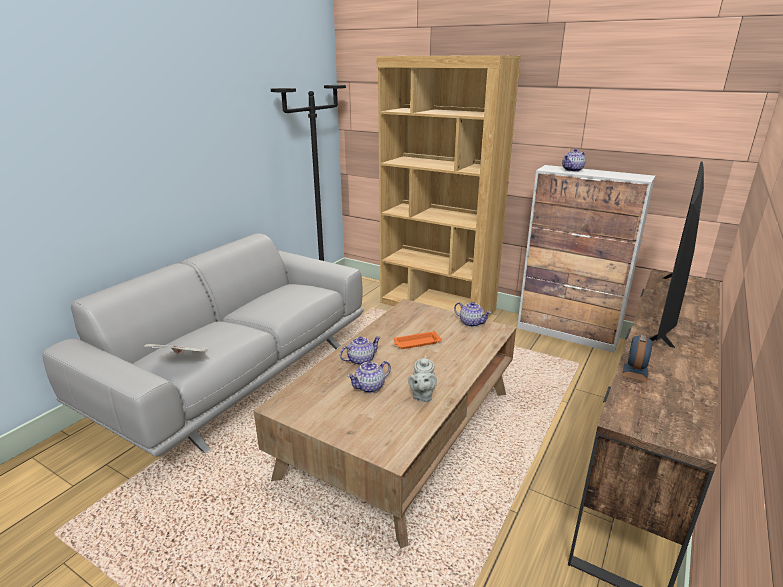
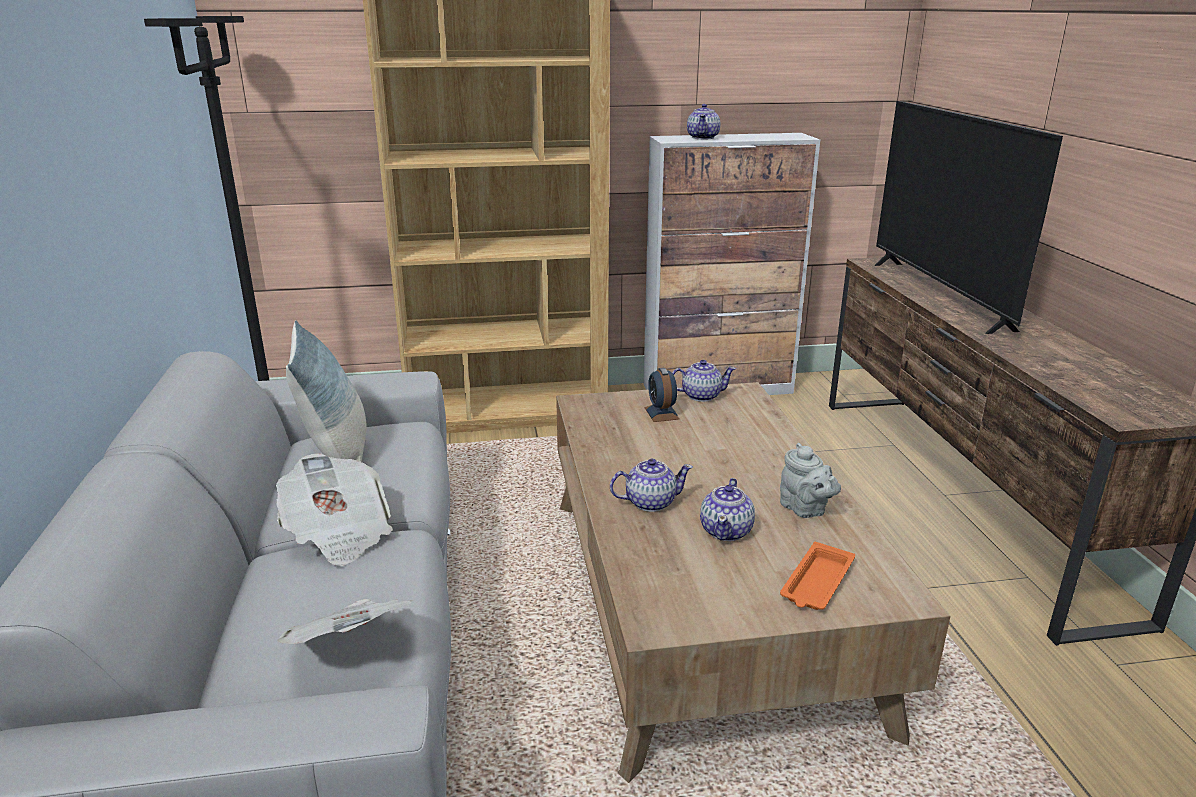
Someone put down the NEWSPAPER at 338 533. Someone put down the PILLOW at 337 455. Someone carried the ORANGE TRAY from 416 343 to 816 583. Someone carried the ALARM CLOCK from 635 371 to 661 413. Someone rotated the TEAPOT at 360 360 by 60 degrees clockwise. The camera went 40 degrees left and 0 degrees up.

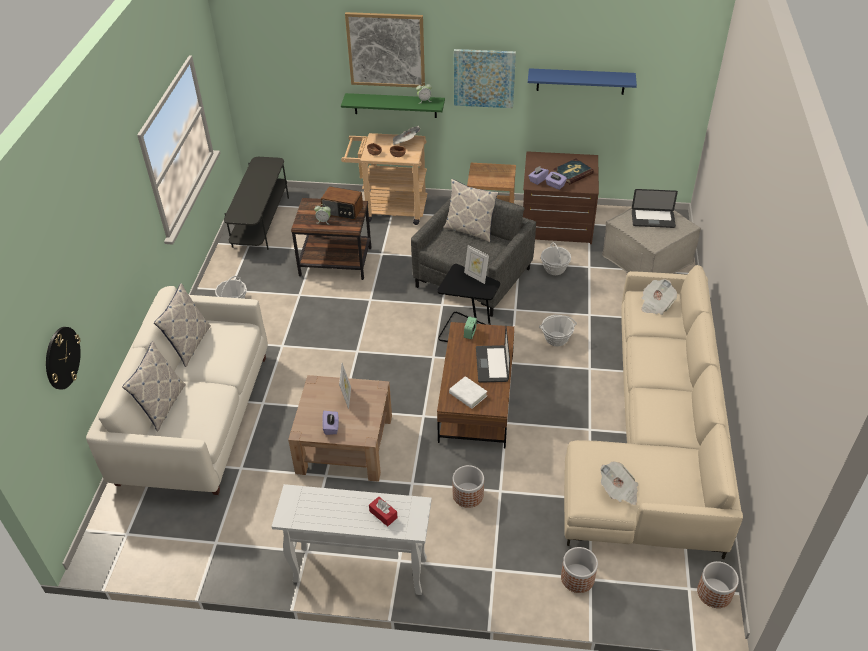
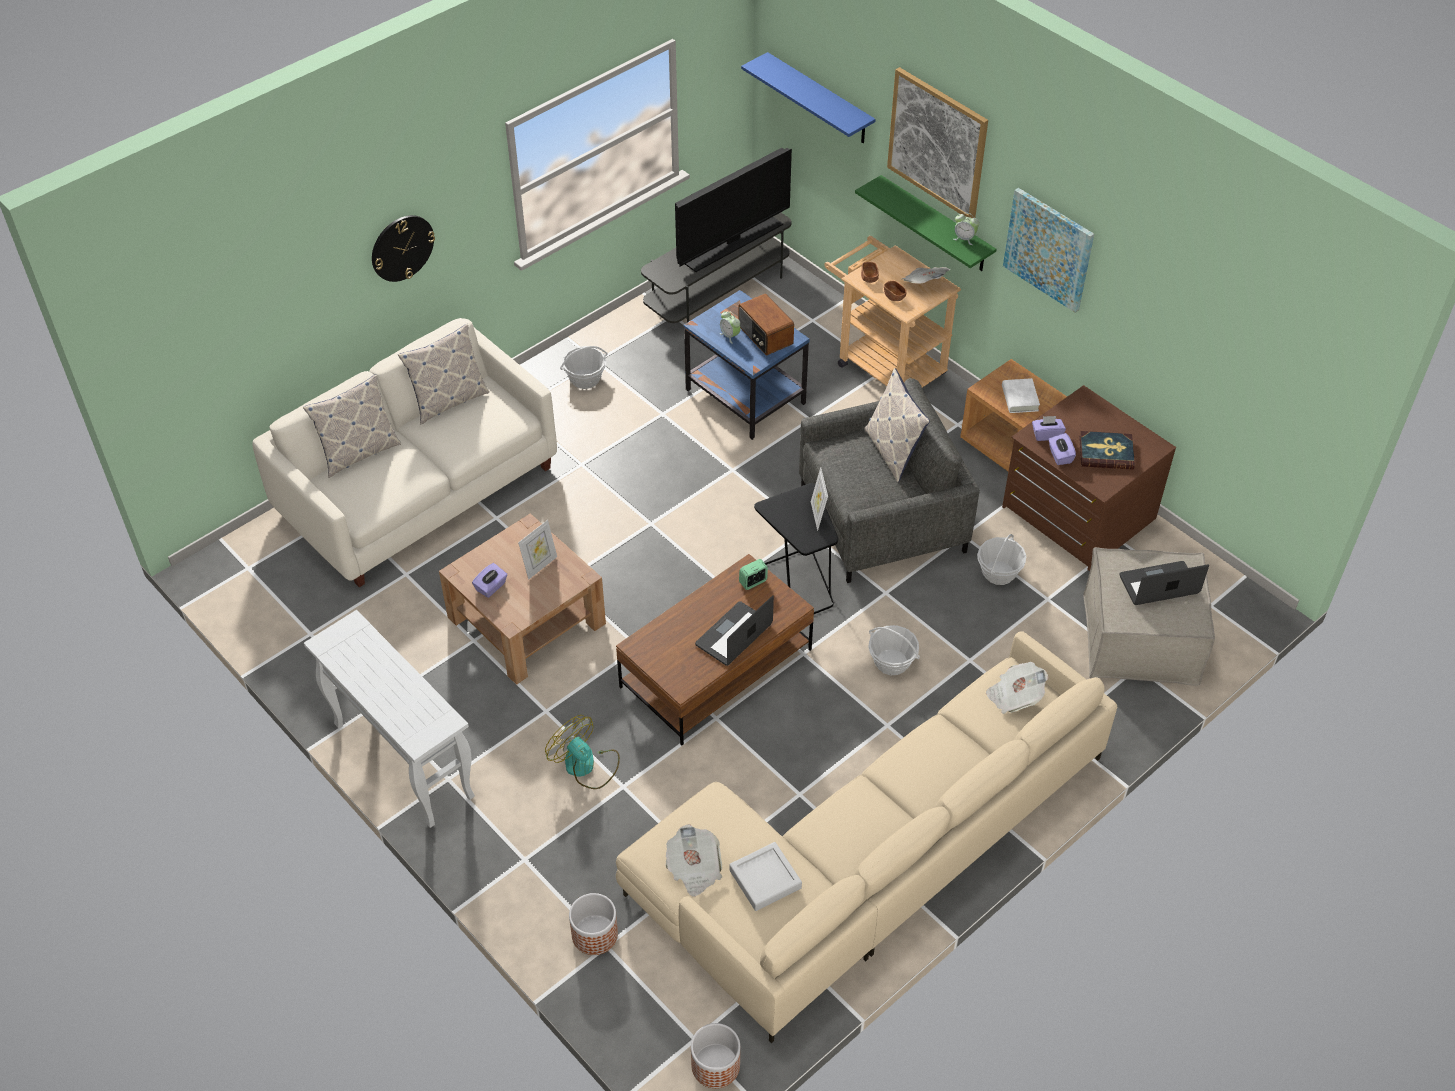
Someone took away the RED TISSUE BOX at 383 514. Someone put down the TELEVISION at 733 243. Someone put down the GREY TRAY at 765 879. Someone carried the WALL CLOCK from 62 358 to 402 248. Someone carried the WHITE BOOK from 468 395 to 1020 399. Someone carried the BLUE SHELF from 580 81 to 819 99. Someone swapped the PLANTER at 468 495 for the FAN at 586 766. Someone repainted the BROWN SIDE TABLE at 336 261, which became the BLUE SIDE TABLE at 746 397. Someone rotated the LAPTOP at 653 219 by 120 degrees clockwise. The camera went 40 degrees right and 5 degrees up.

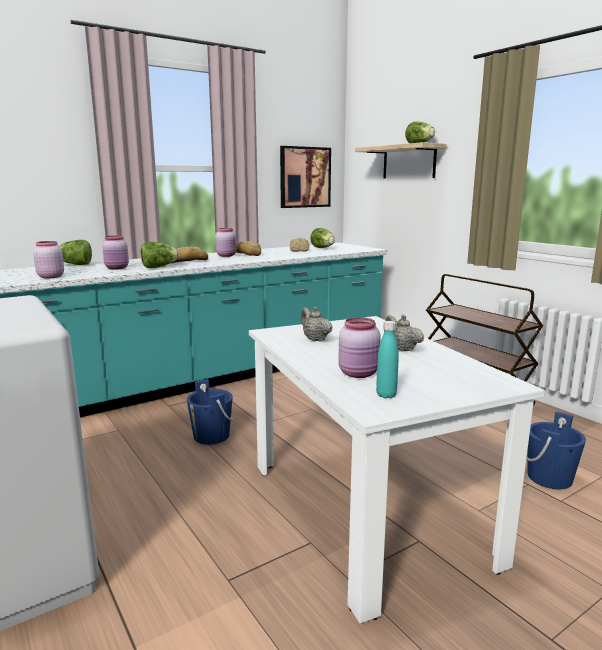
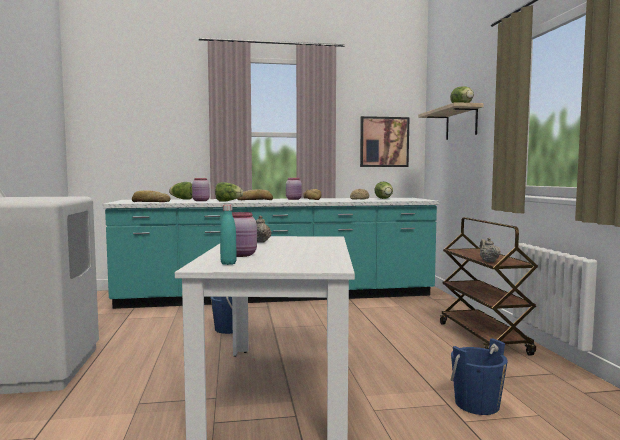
Someone carried the BEIGE TEAPOT from 401 349 to 488 261. Someone swapped the PINK JAR at 50 277 for the BREAD at 150 202. The camera went 25 degrees right and 10 degrees down.

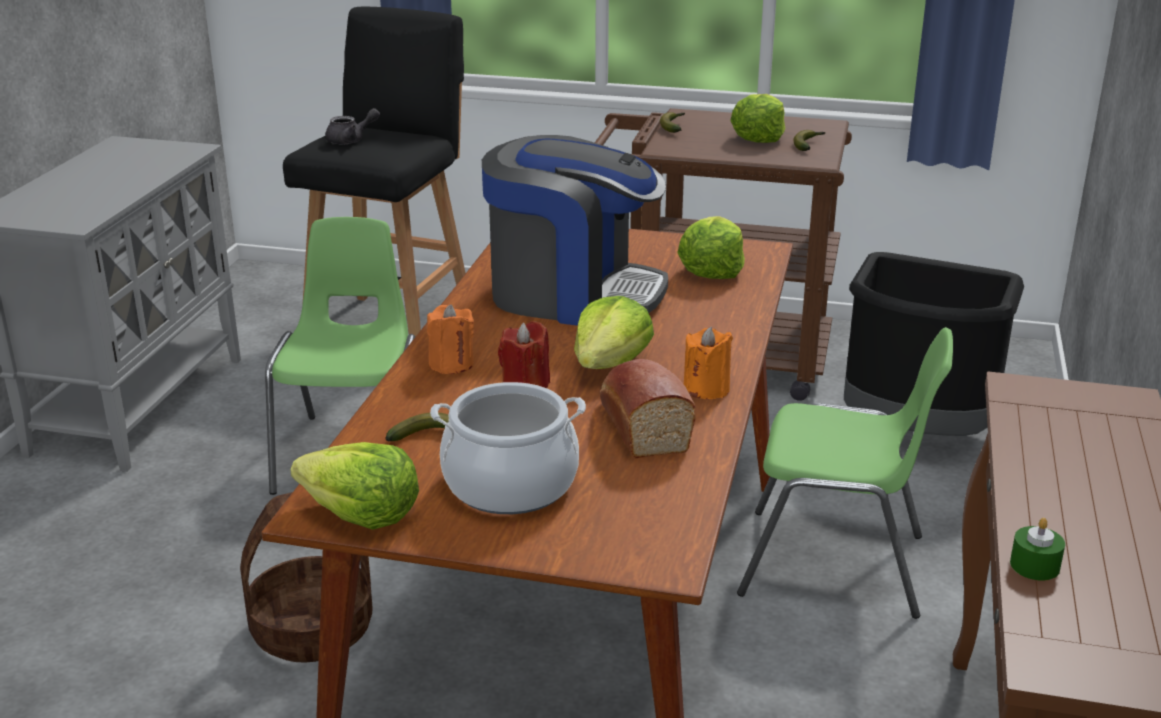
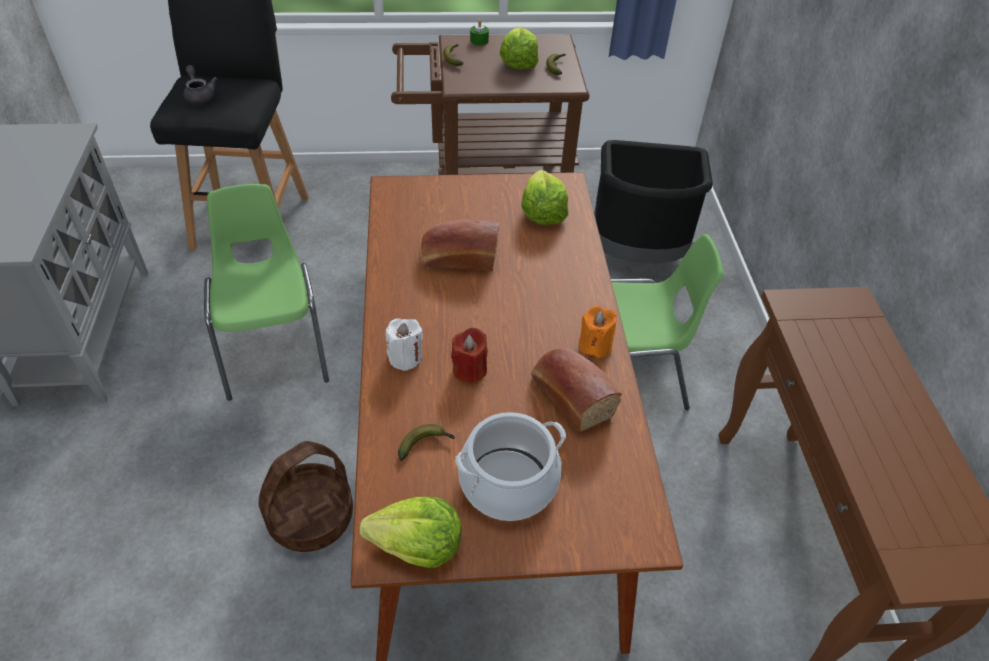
Someone took away the LETTUCE at 610 363. Someone carried the GREEN CANDLE from 1034 566 to 479 41. Someone swapped the COFFEE MACHINE at 573 294 for the BREAD at 457 258. Someone repainted the ORANGE CANDLE at 451 364, which became the WHITE CANDLE at 405 357. Someone rotated the GREY TEAPOT at 351 140 by 75 degrees counterclockwise. The camera went 20 degrees left and 20 degrees up.

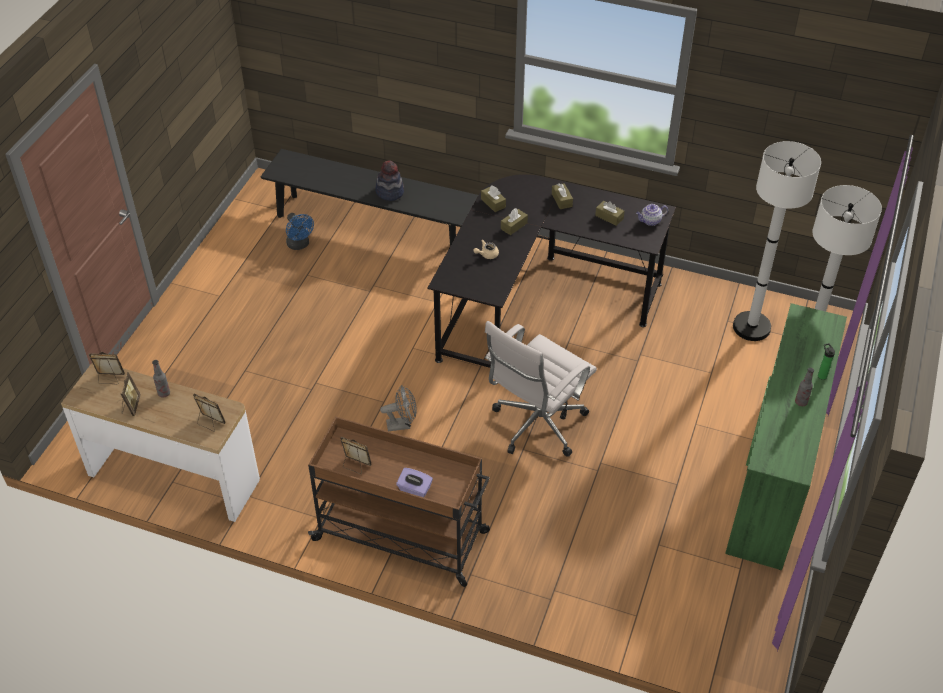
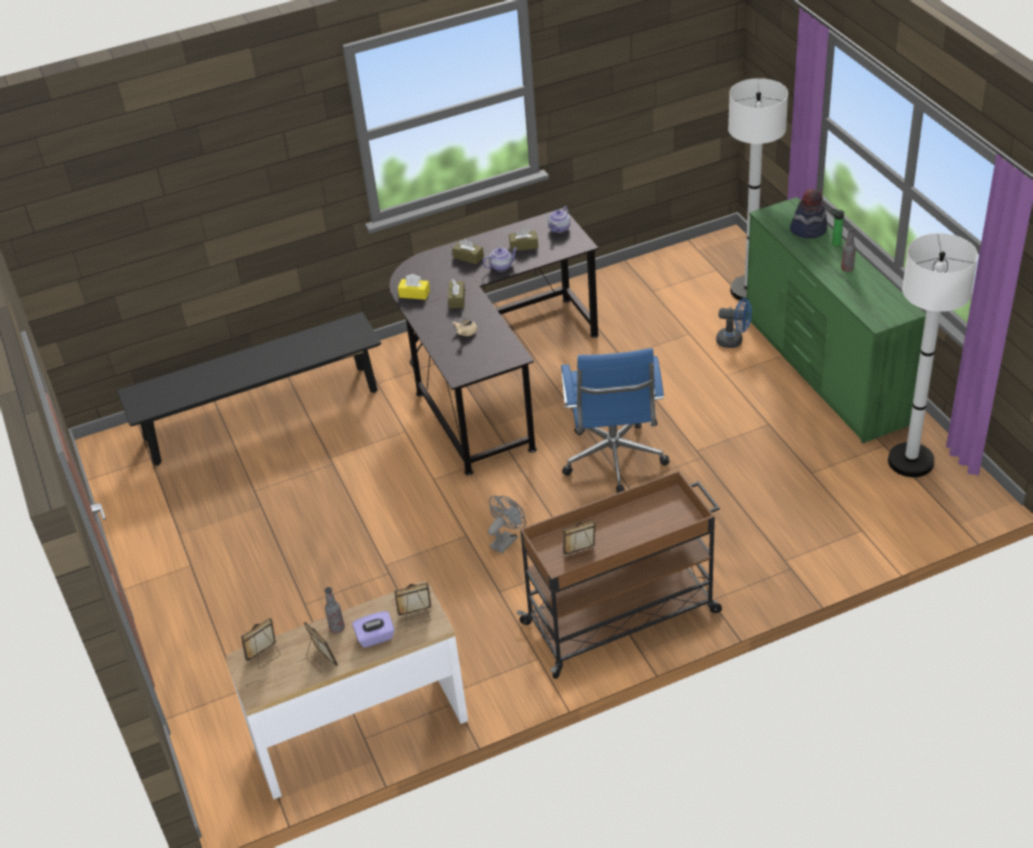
Someone put down the TEAPOT at 501 266. Someone carried the BLUE FAN from 300 245 to 734 341. Someone carried the HAT from 390 192 to 808 229. Someone carried the PURPLE TISSUE BOX from 414 489 to 375 637. Someone carried the WHITE FLOOR LAMP from 751 327 to 910 461. Someone repainted the BROWN TISSUE BOX at 493 203, which became the YELLOW TISSUE BOX at 414 294. Someone repainted the WHITE OFFICE CHAIR at 536 426, which became the BLUE OFFICE CHAIR at 614 462. The camera went 40 degrees left and 5 degrees down.

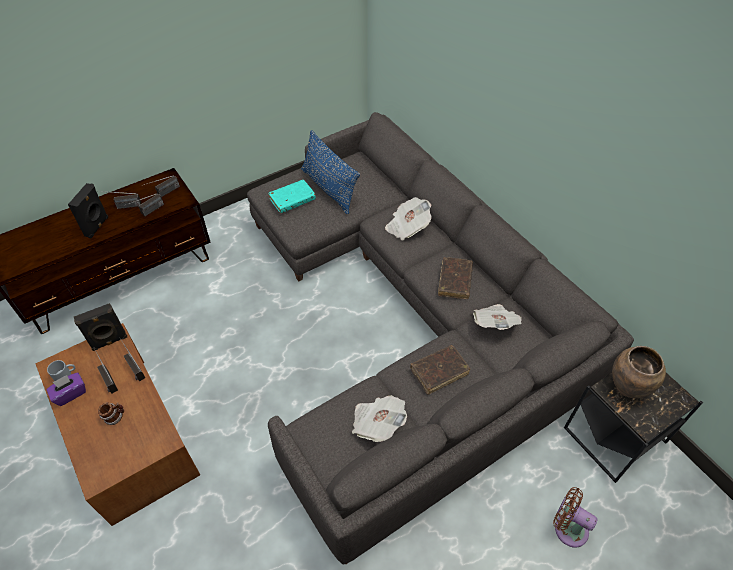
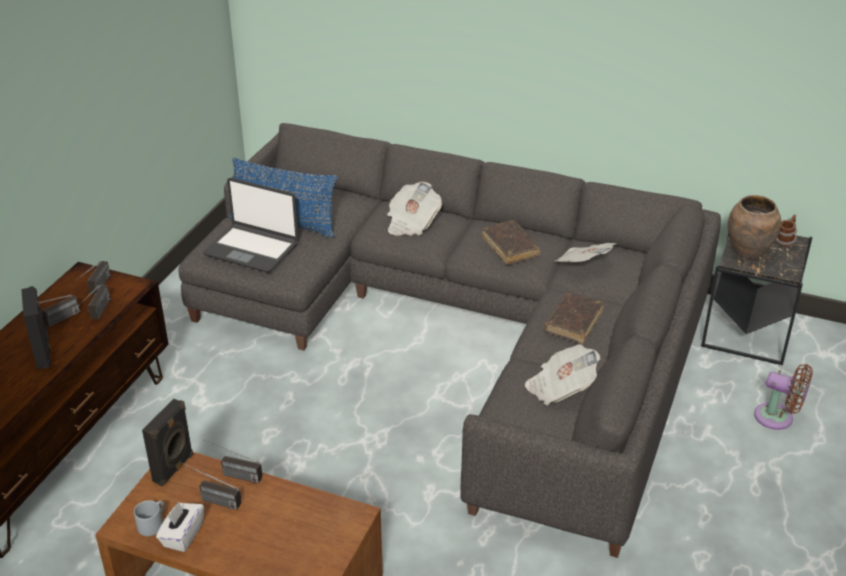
Someone carried the MUG from 115 417 to 785 241. Someone swapped the TURQUOISE BOOK at 292 200 for the LAPTOP at 252 249. Someone repainted the PURPLE TISSUE BOX at 70 393, which became the WHITE TISSUE BOX at 182 536. Someone rotated the BROWN FAN at 567 527 by 150 degrees counterclockwise. The camera went 35 degrees left and 15 degrees down.

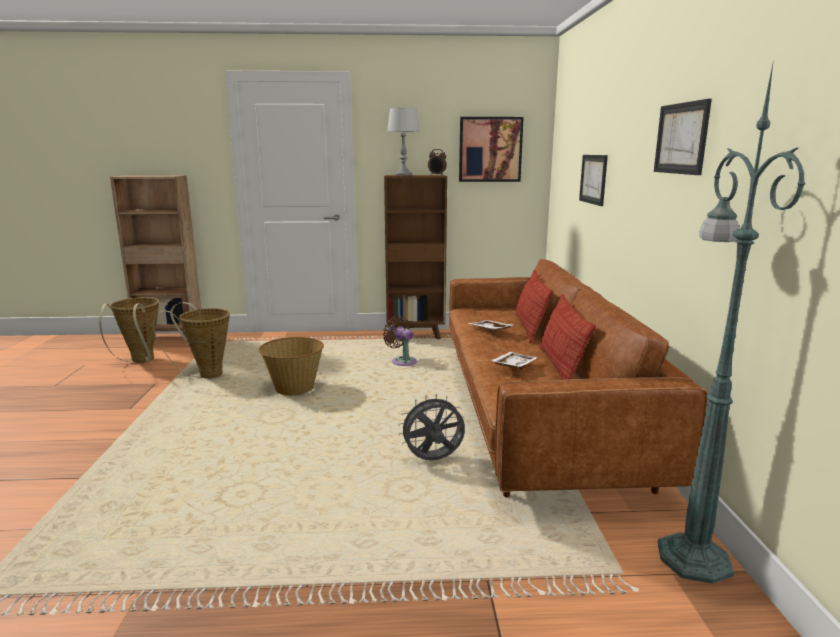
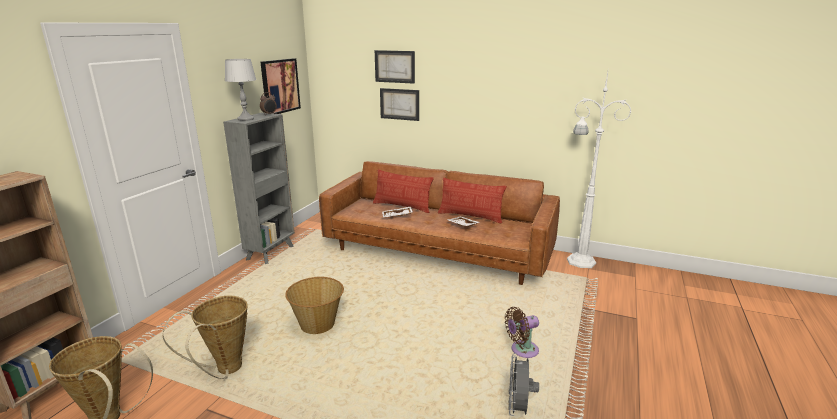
Someone carried the BROWN FAN from 402 361 to 521 350. Someone carried the GREY FAN from 433 460 to 518 409. Someone carried the PICTURE from 681 138 to 394 66. Someone repainted the BROWN BOOKCASE at 416 335, which became the GREY BOOKCASE at 271 252. Someone repainted the GREEN FLOOR LAMP at 692 556, which became the WHITE FLOOR LAMP at 579 261. The camera went 65 degrees left and 5 degrees up.

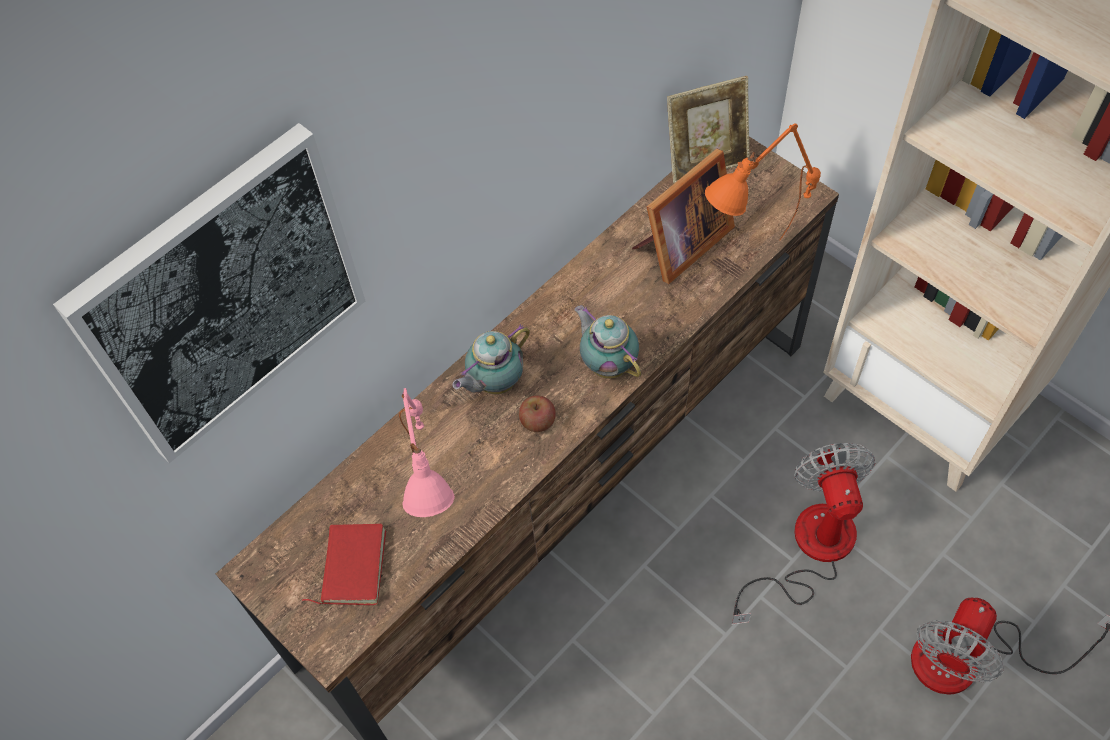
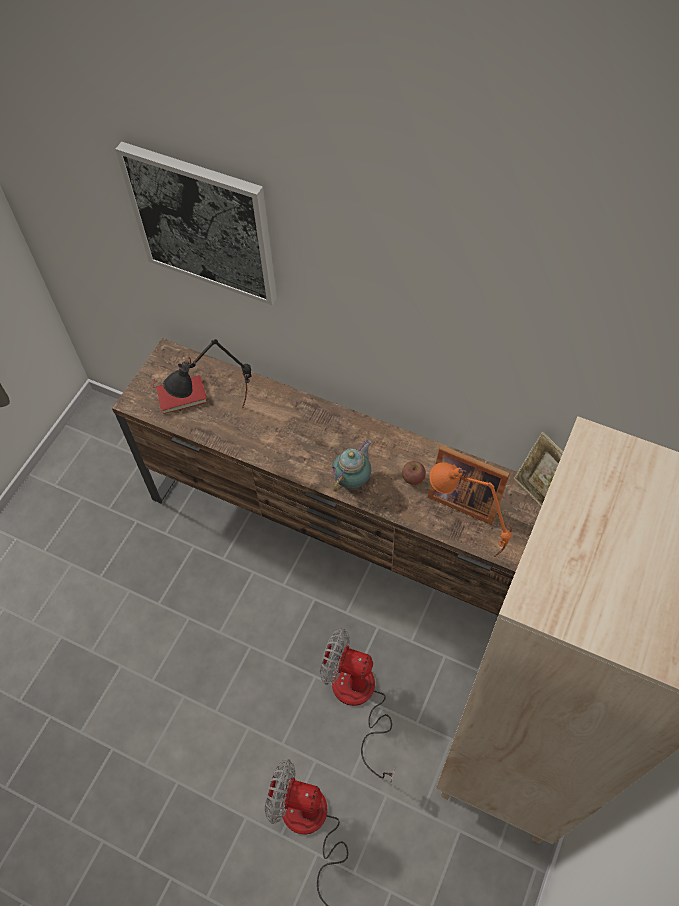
Someone took away the TEAPOT at 494 383. Someone carried the APPLE from 538 421 to 413 478. Someone repainted the PINK TABLE LAMP at 442 519, which became the BLACK TABLE LAMP at 221 427. Someone rotated the FAN at 809 550 by 135 degrees counterclockwise. The camera went 70 degrees right and 0 degrees up.

